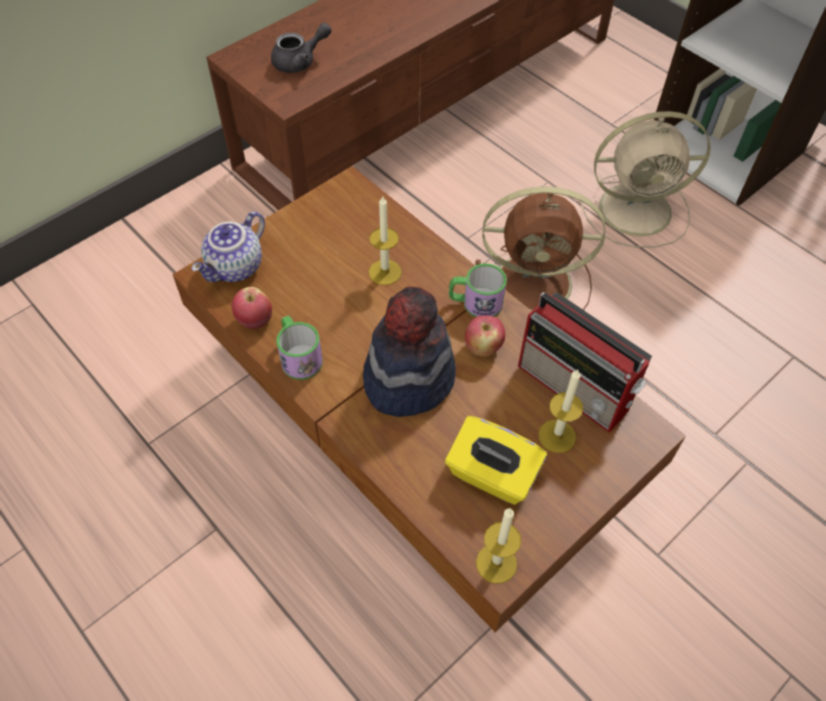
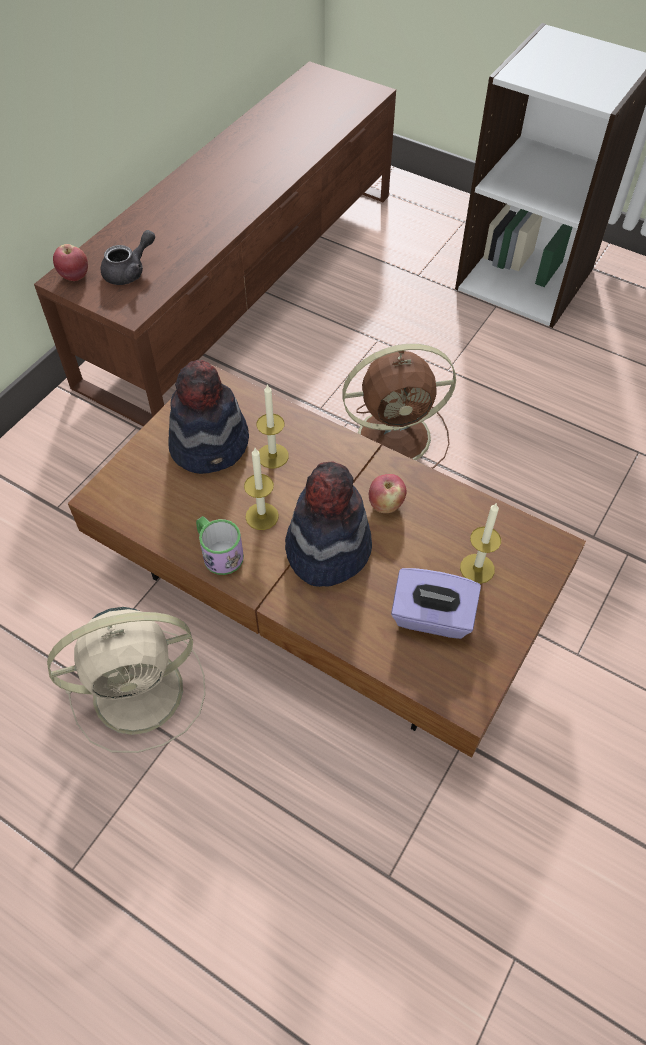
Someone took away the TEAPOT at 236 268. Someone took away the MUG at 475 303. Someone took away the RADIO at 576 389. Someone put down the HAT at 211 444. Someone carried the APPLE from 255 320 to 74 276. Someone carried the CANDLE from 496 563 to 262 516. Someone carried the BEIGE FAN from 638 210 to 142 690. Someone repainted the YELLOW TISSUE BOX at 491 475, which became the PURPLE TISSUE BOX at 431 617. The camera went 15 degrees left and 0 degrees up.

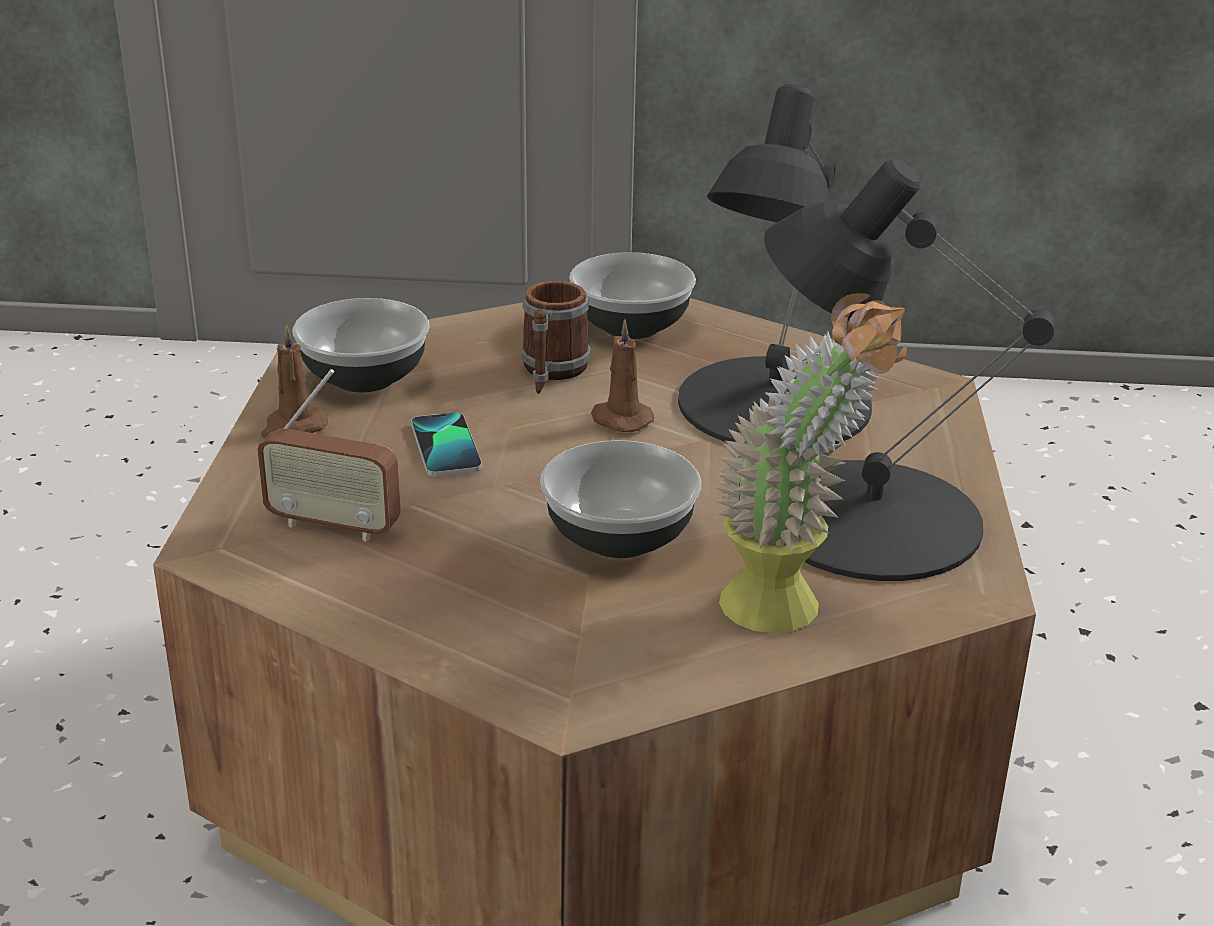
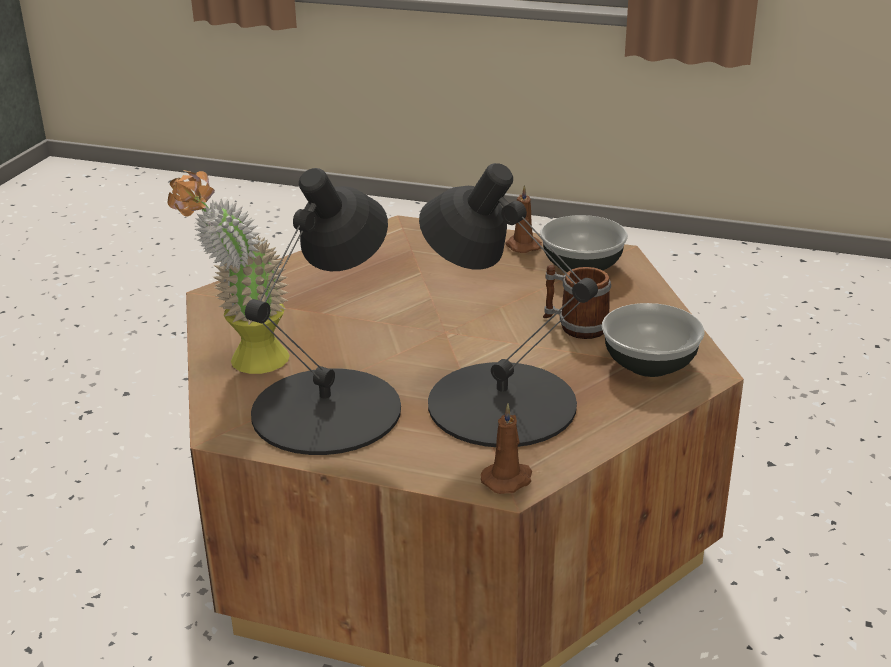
Someone took away the RADIO at 334 525. Someone took away the PHONE at 446 447. Someone took away the BOWL at 619 537. Someone carried the BROWN CANDLE from 620 419 to 508 479. The camera went 105 degrees right and 0 degrees up.

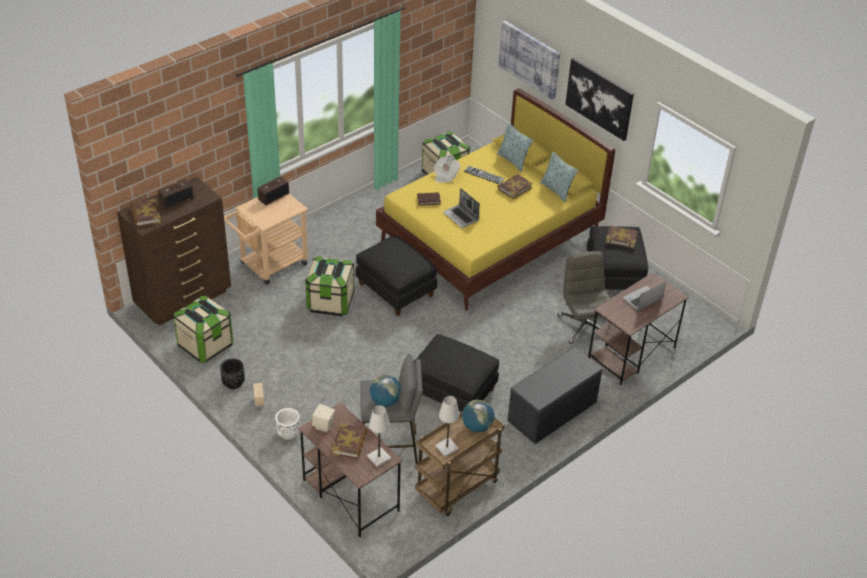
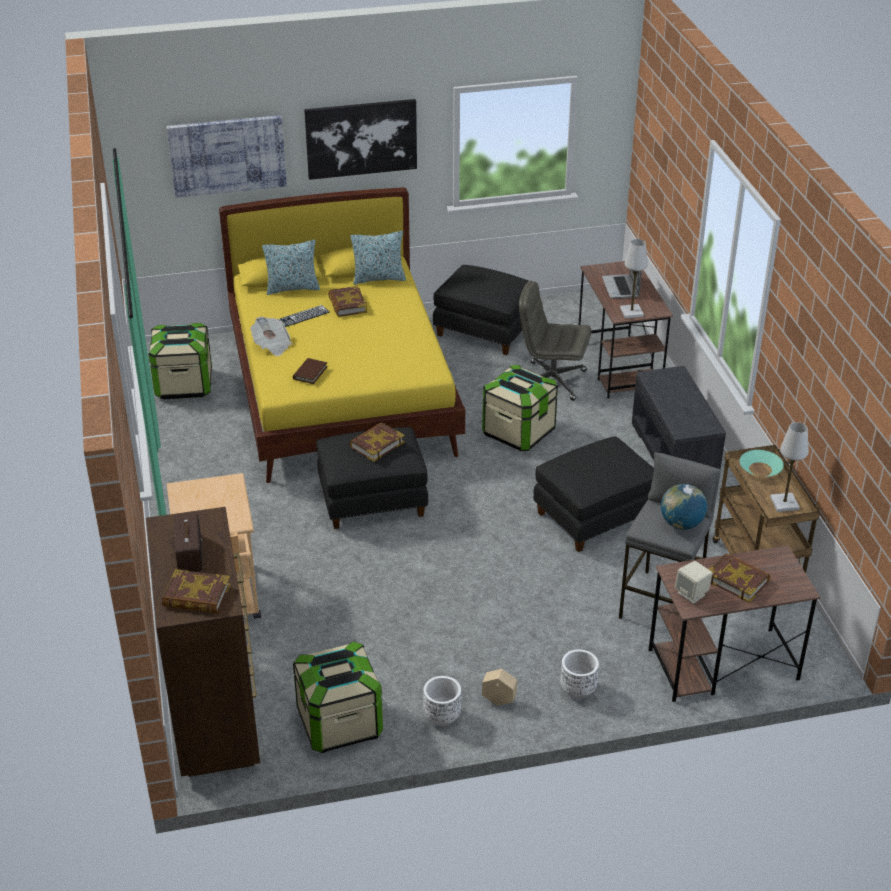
Someone took away the RADIO at 273 196. Someone took away the LAPTOP at 461 217. Someone carried the STORAGE BOX from 330 302 to 518 432. Someone carried the WHITE TABLE LAMP from 379 458 to 631 312. Someone carried the BOOK from 621 238 to 376 445. Someone swapped the GLOBE at 477 427 for the TURQUOISE BOWL at 760 469. Someone repainted the BLACK PLANTER at 233 383, which became the WHITE PLANTER at 442 716. The camera went 60 degrees left and 5 degrees down.

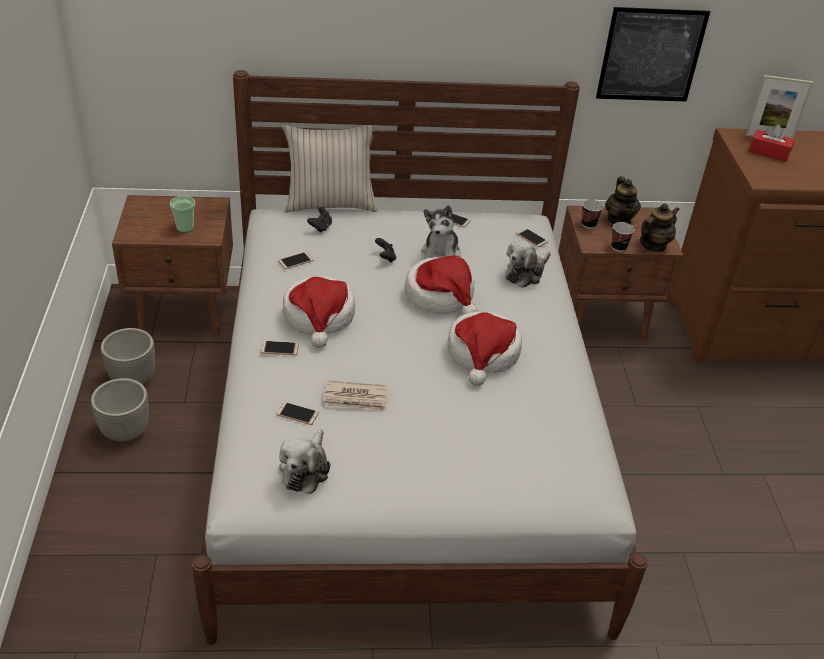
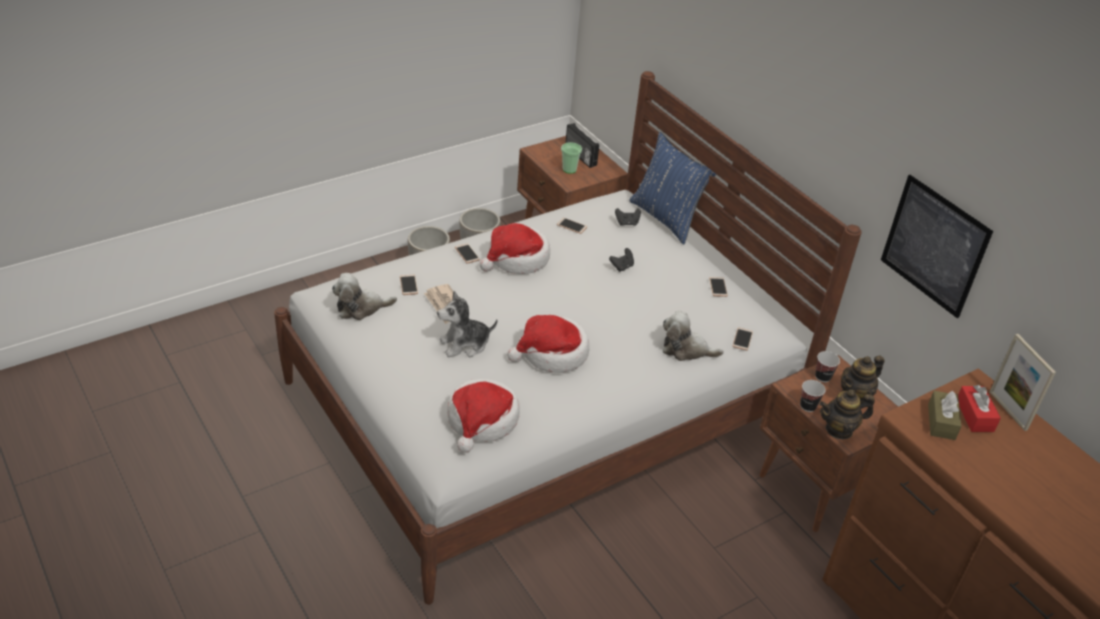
Someone put down the RADIO at 580 156. Someone put down the BROWN TISSUE BOX at 941 422. Someone carried the HAT from 441 296 to 482 421. Someone carried the PLUSH TOY from 441 254 to 465 344. Someone repainted the BEIGE PILLOW at 330 204, which became the BLUE PILLOW at 666 218. Someone rotated the TEAPOT at 653 245 by 150 degrees clockwise. The camera went 60 degrees right and 0 degrees up.

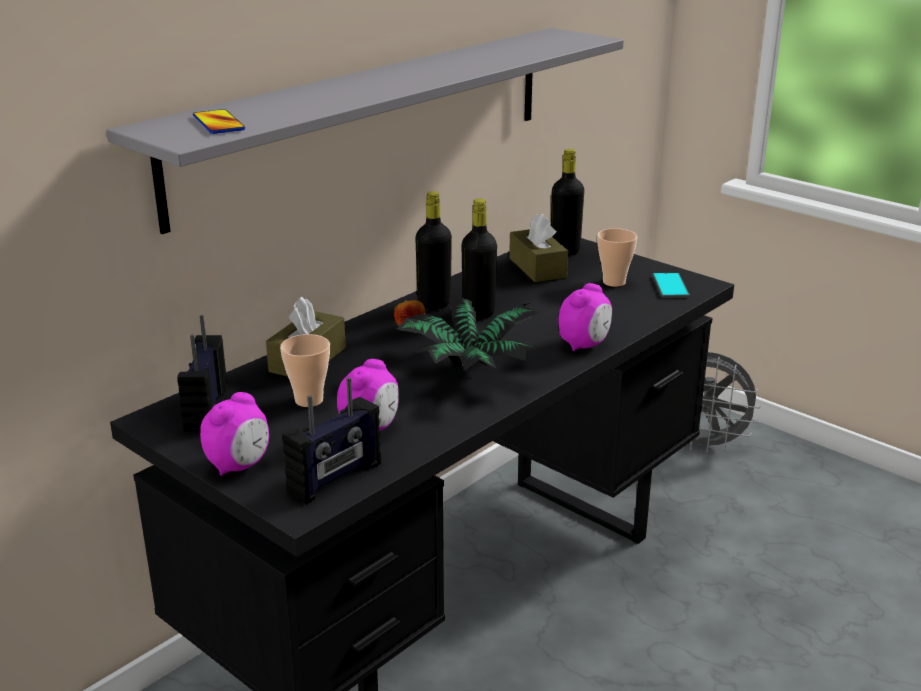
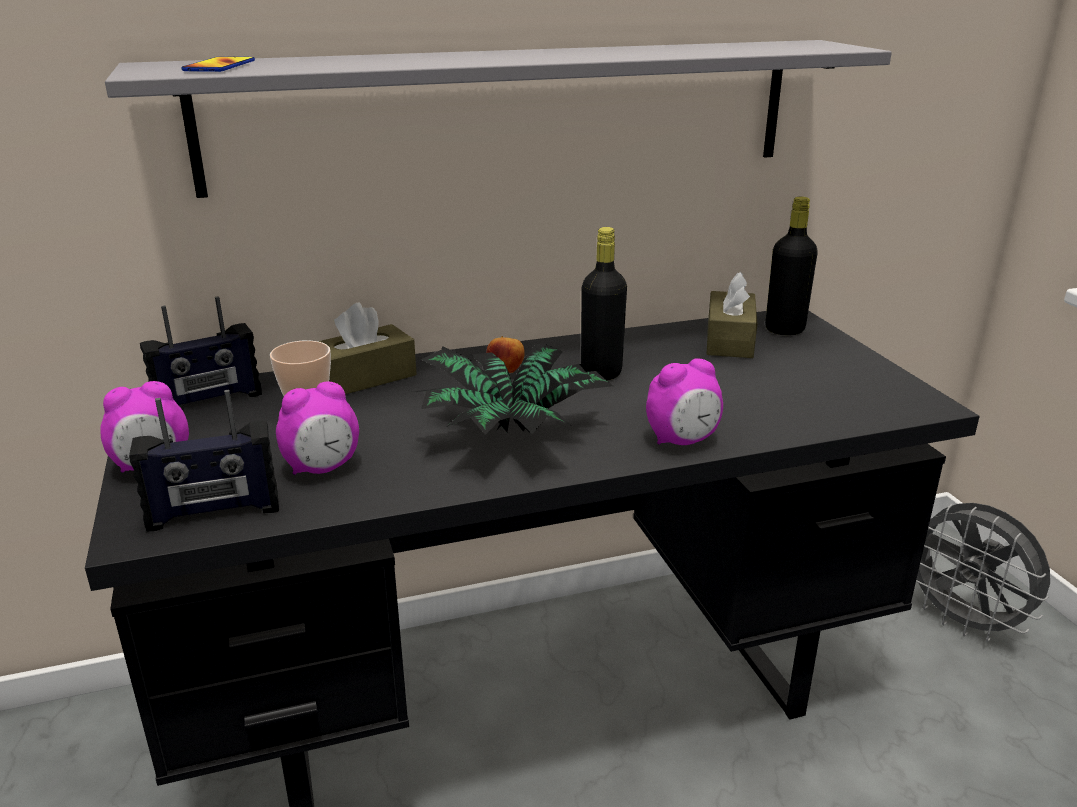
Someone took away the BLACK BOTTLE at 434 304. Someone took away the CUP at 614 282. Someone took away the PHONE at 670 286. Someone rotated the RADIO at 205 409 by 150 degrees counterclockwise. The camera went 30 degrees right and 0 degrees up.

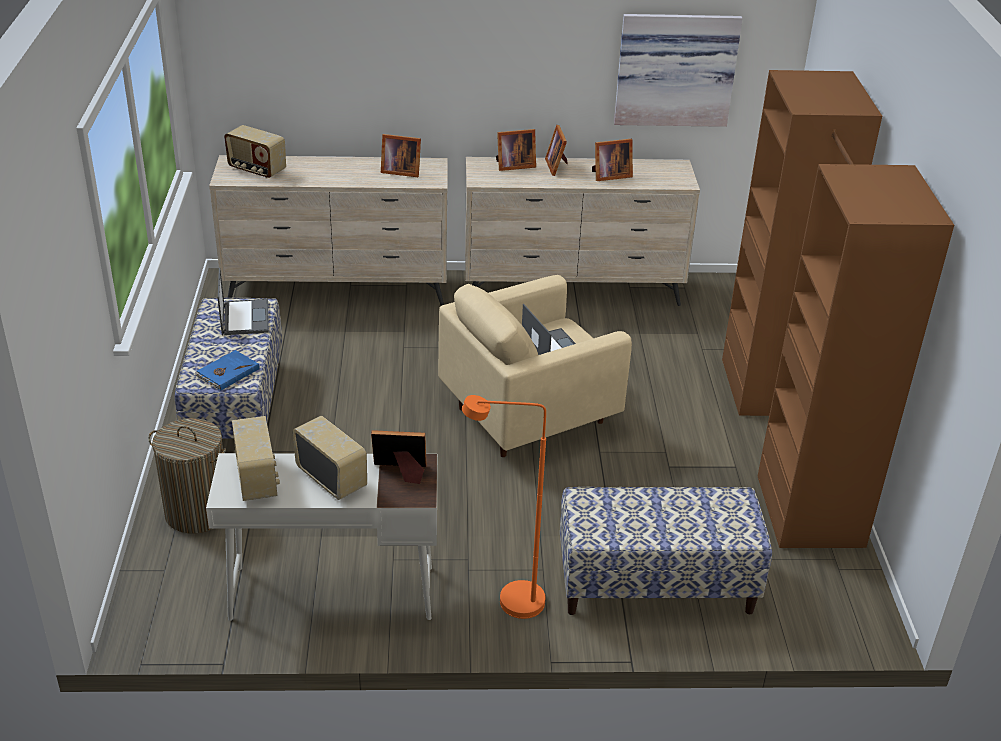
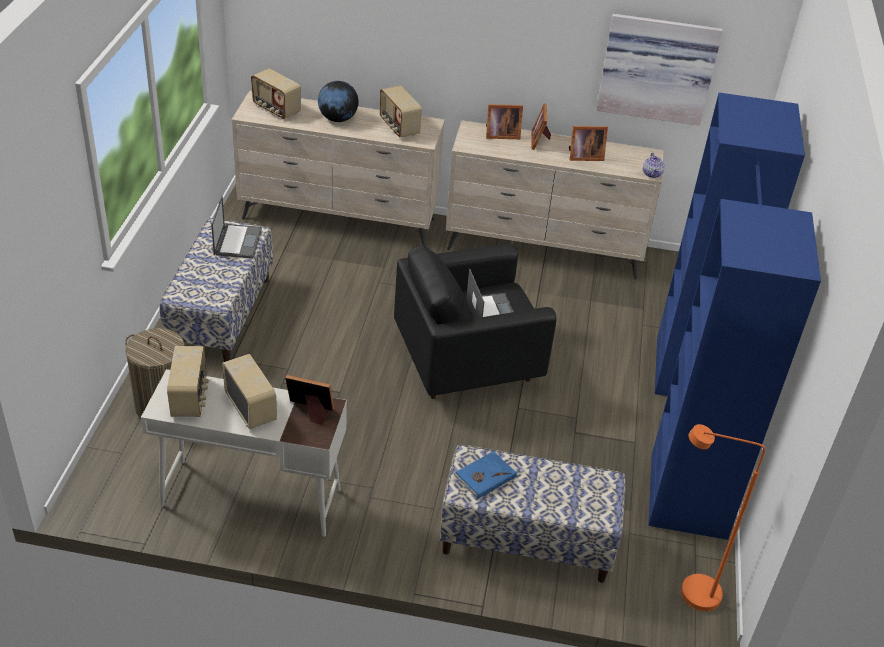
Someone put down the GLOBE at 338 119. Someone put down the TEAPOT at 652 174. Someone carried the BLUE BOOK from 227 372 to 484 476. Someone carried the ORANGE FLOOR LAMP from 508 602 to 688 593. Someone swapped the PICTURE FRAME at 400 171 for the RADIO at 398 127. Someone repainted the BEIGE ARMCHAIR at 529 415, which became the BLACK ARMCHAIR at 468 363. Someone repainted the BROWN WARDROBE at 787 446, which became the BLUE WARDROBE at 689 430. The camera went 10 degrees right and 5 degrees up.

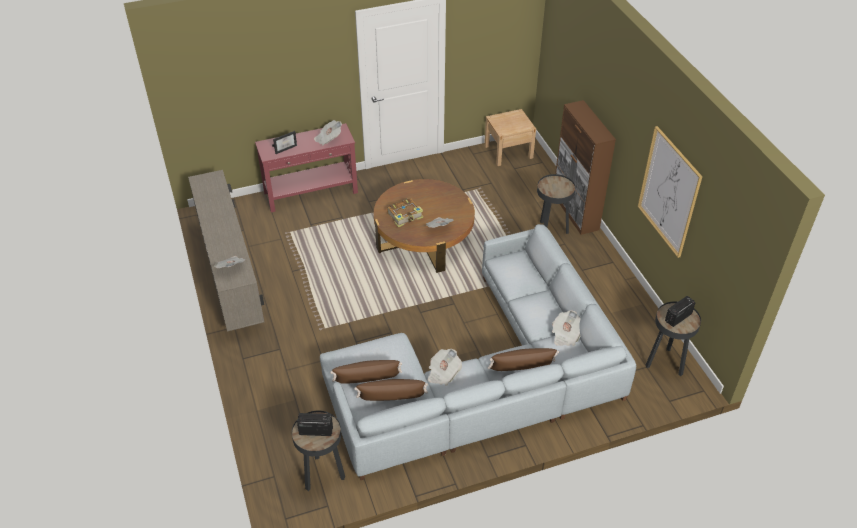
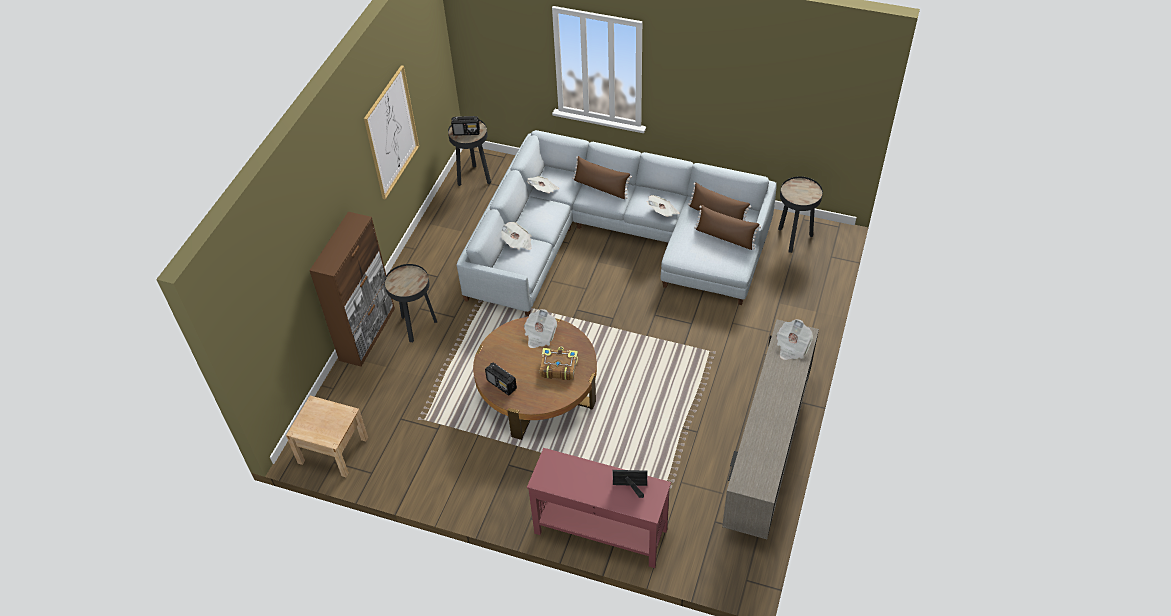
Someone carried the RADIO from 315 430 to 502 385. Someone carried the NEWSPAPER from 328 139 to 517 242. The camera went 140 degrees left and 5 degrees up.

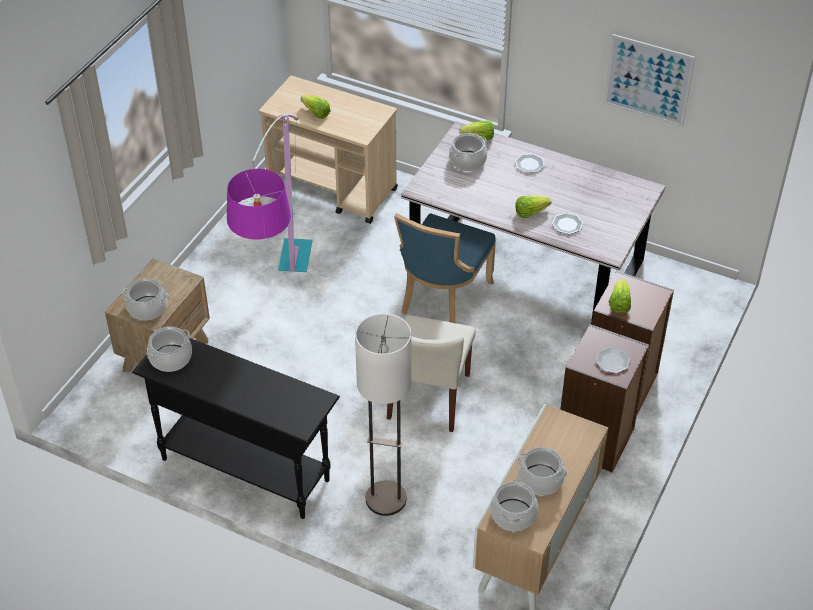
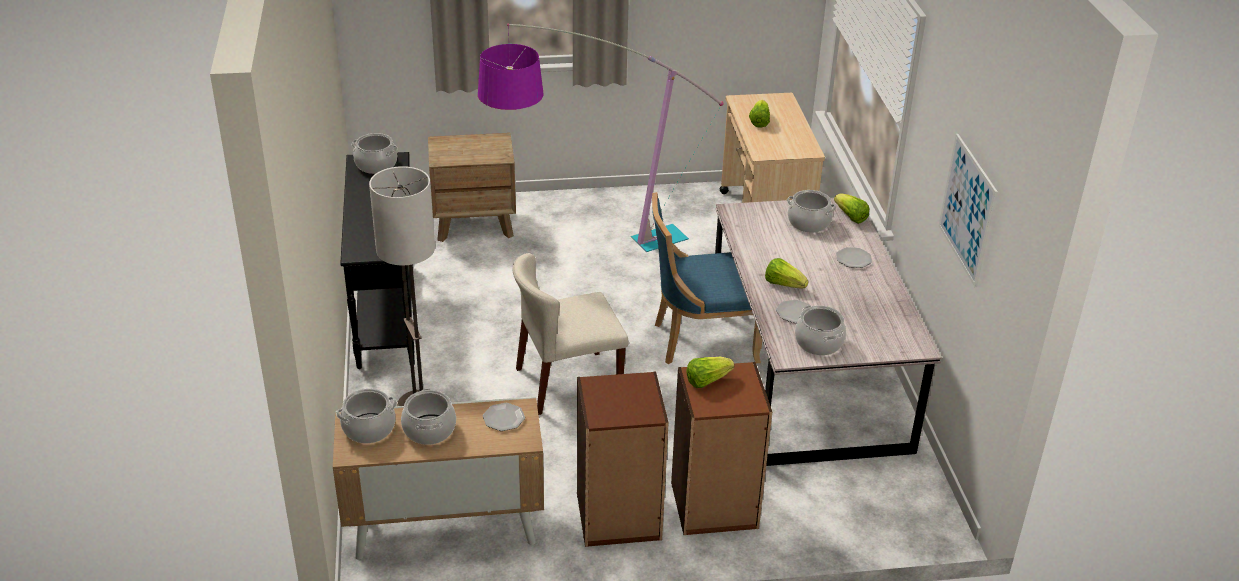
Someone carried the COOKING POT from 147 308 to 818 343. Someone carried the PLATE from 613 361 to 504 418. The camera went 55 degrees right and 10 degrees down.

